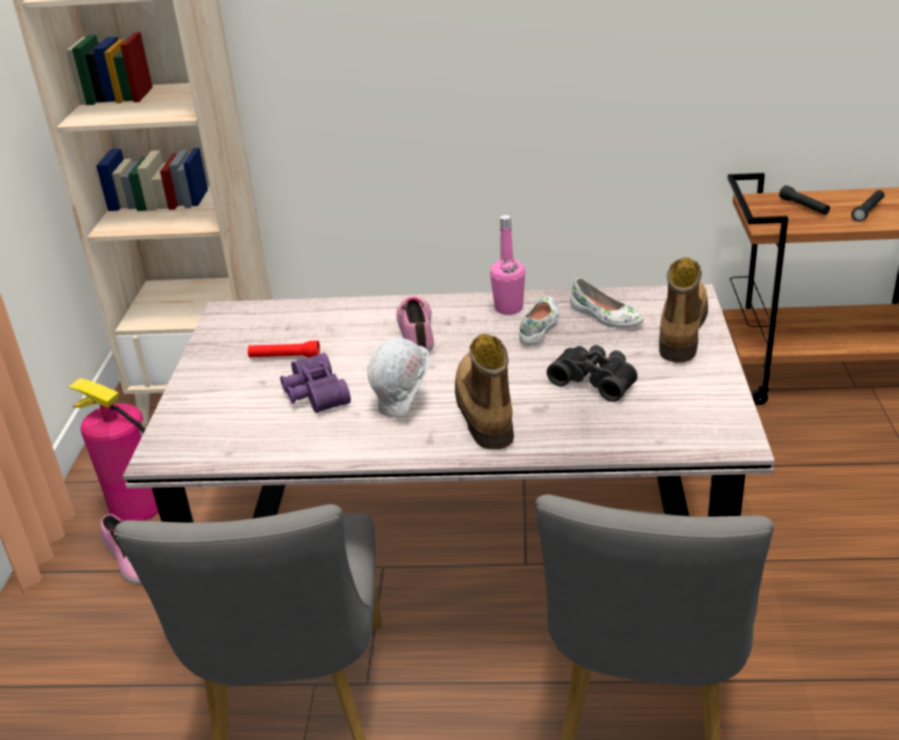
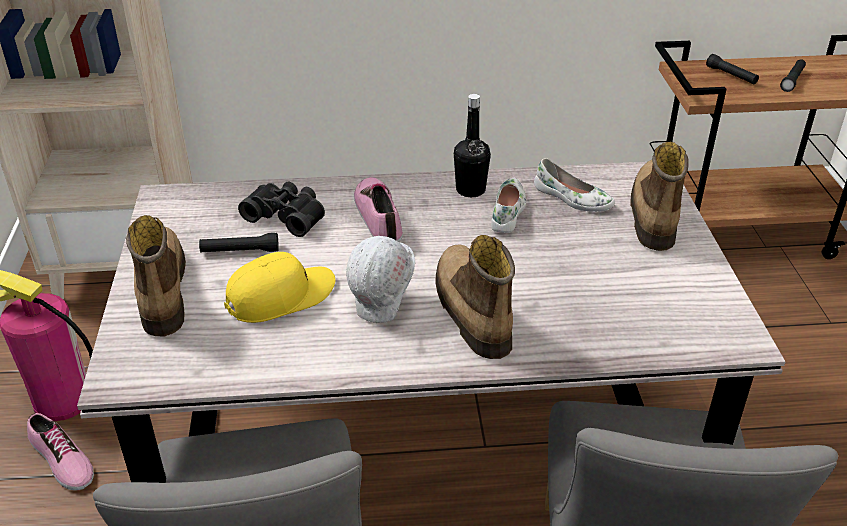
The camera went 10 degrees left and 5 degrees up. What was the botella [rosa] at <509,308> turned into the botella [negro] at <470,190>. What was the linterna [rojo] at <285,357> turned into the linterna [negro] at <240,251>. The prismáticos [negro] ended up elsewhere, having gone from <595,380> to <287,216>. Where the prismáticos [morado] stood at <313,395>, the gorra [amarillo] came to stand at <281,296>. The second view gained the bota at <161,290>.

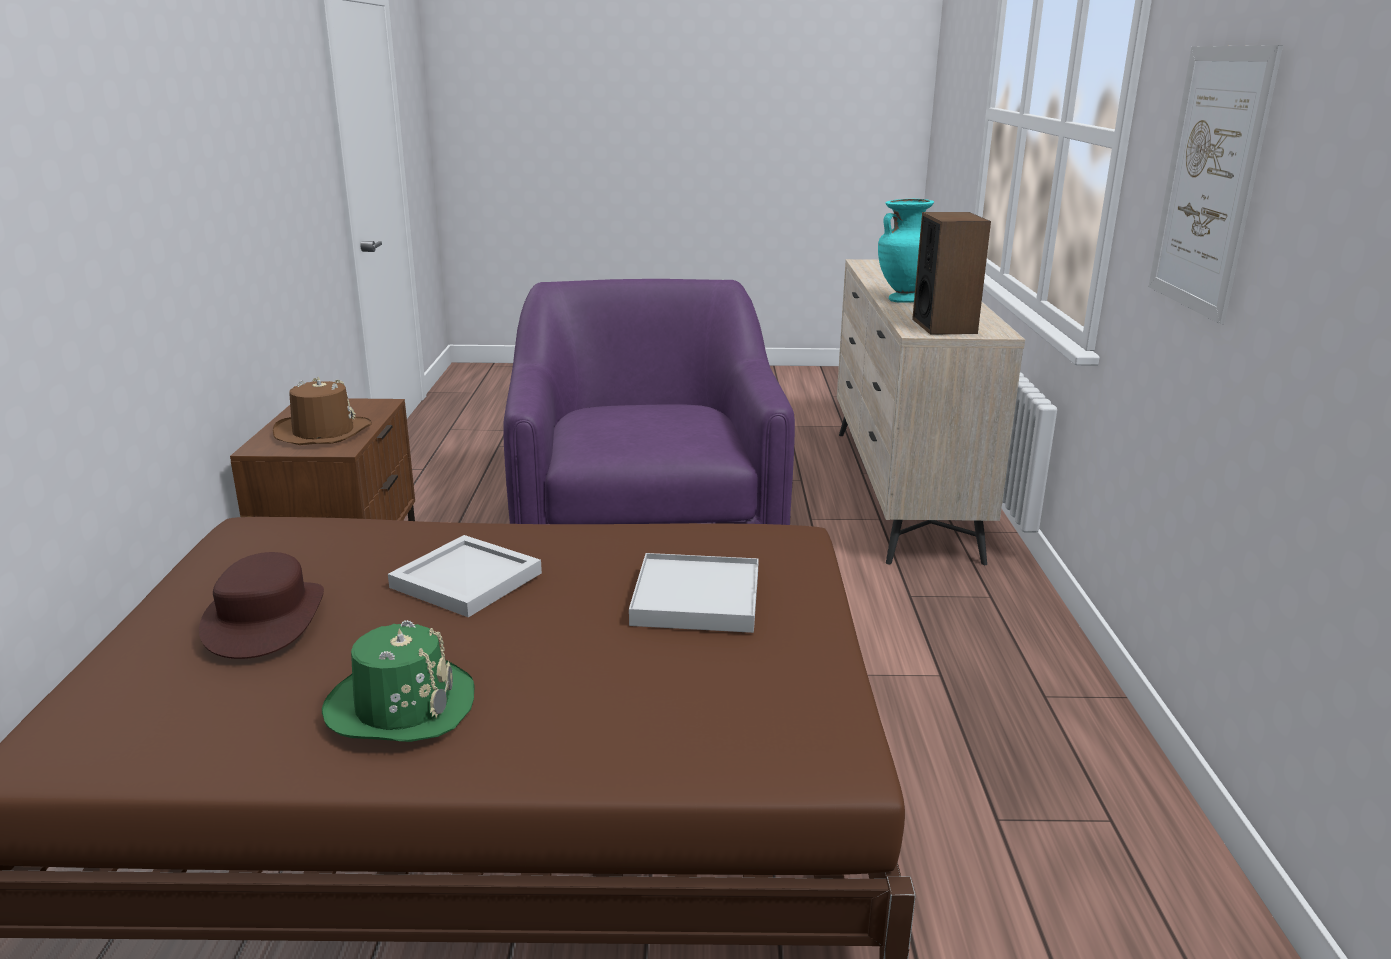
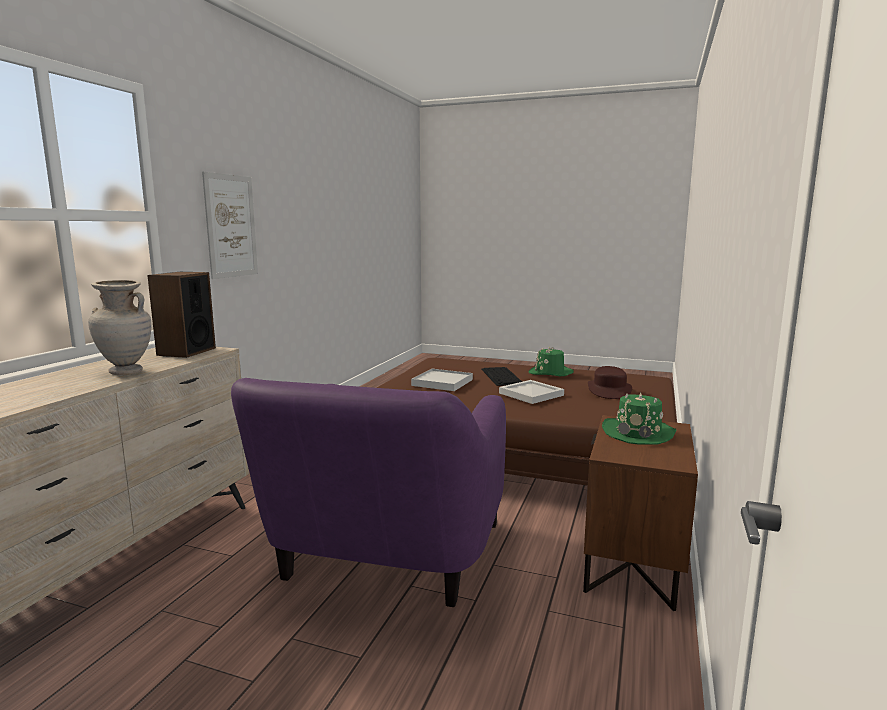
The camera went 160 degrees left and 10 degrees down. What was the florero [turquesa] at <903,300> turned into the florero [beis] at <126,372>. What was the sombrero [marrón] at <322,432> turned into the sombrero [verde] at <638,433>. The second view gained the teclado at <502,376>.

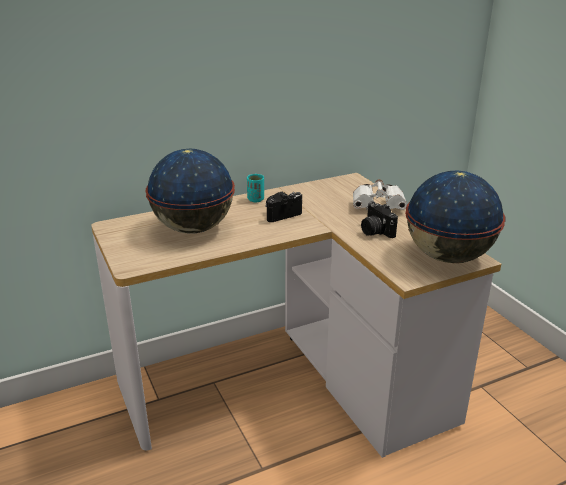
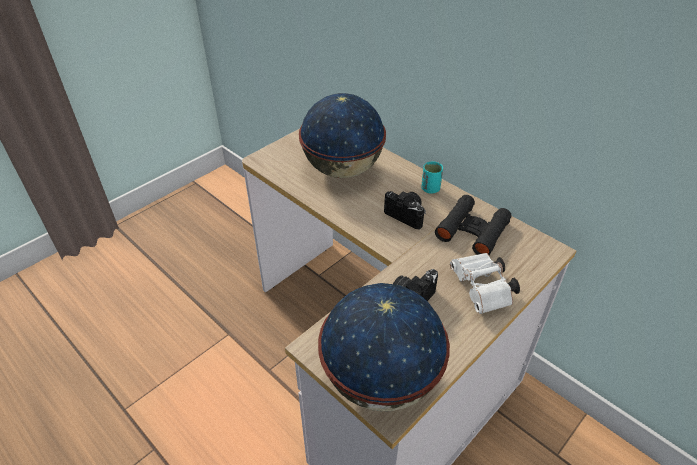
The camera went 70 degrees right and 15 degrees up. The second view gained the prismáticos [negro] at <472,230>.

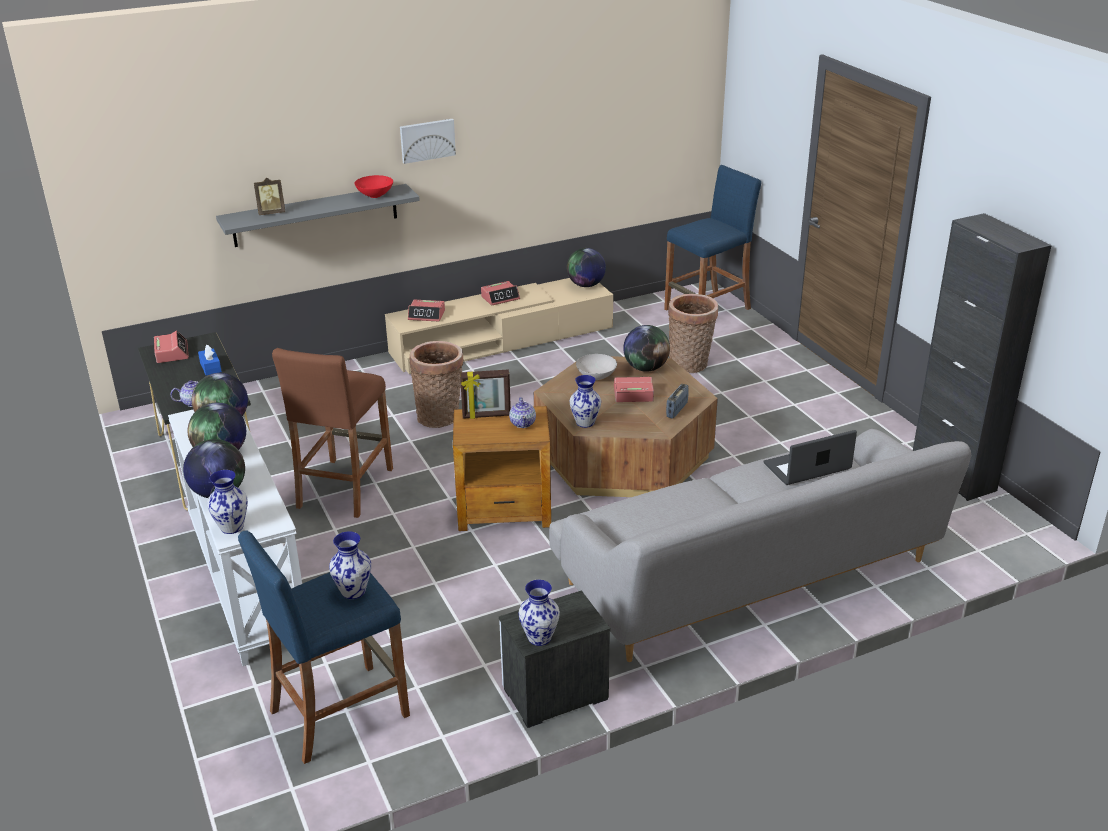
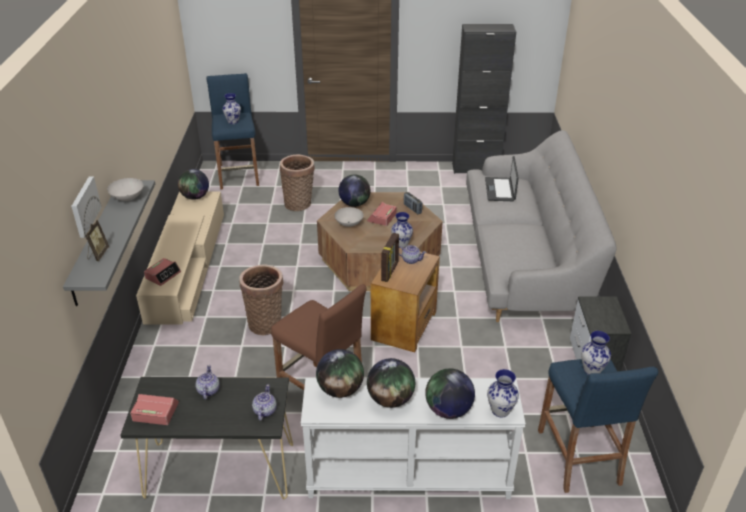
The camera went 65 degrees left and 5 degrees up. The cuadro ended up elsewhere, having gone from <427,140> to <84,206>. What was the cuenco [rojo] at <375,196> turned into the cuenco [blanco] at <128,198>. The second view lost the despertador at <500,298>. Where the caja de pañuelos [azul] stood at <210,367>, the tetera came to stand at <208,391>. The florero ended up elsewhere, having gone from <540,638> to <233,121>.

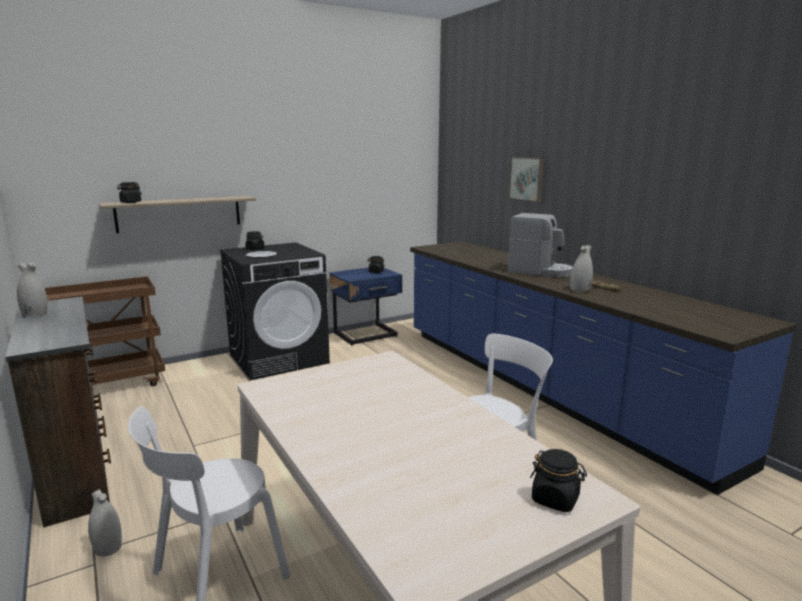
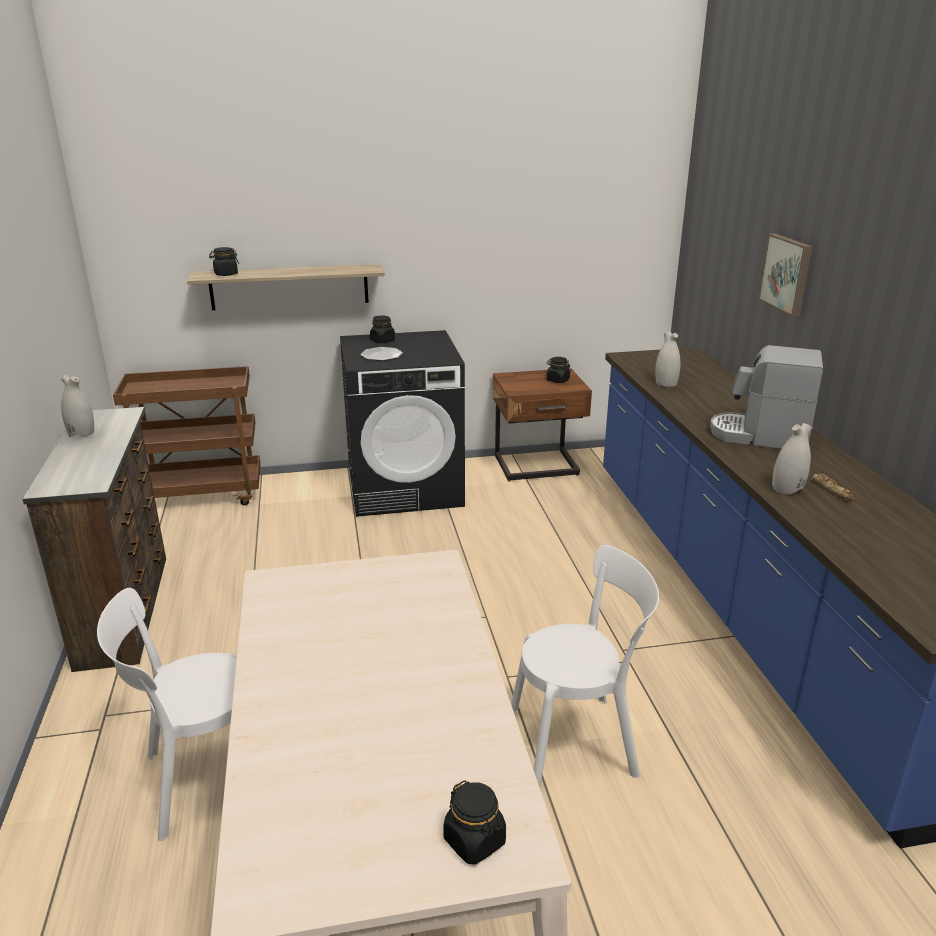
The camera went 20 degrees right and 10 degrees up. The cafetera at <540,271> ended up facing another way, 150 degrees clockwise from before. What was the mesita de noche [azul] at <366,335> turned into the mesita de noche [marrón] at <537,467>. The florero [blanco] ended up elsewhere, having gone from <108,547> to <666,383>.

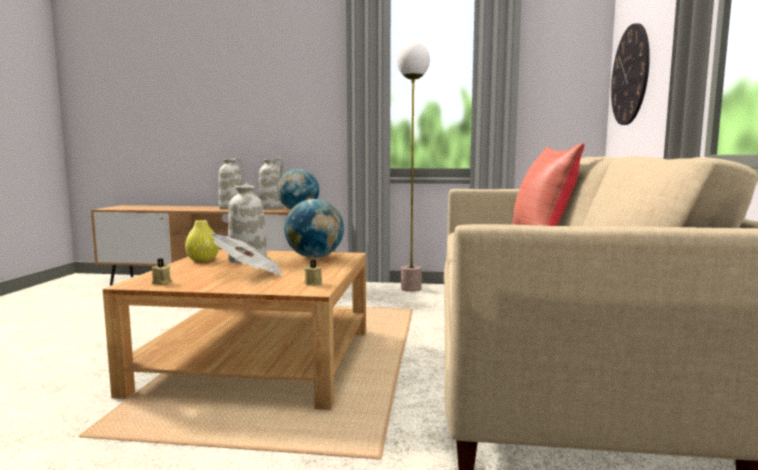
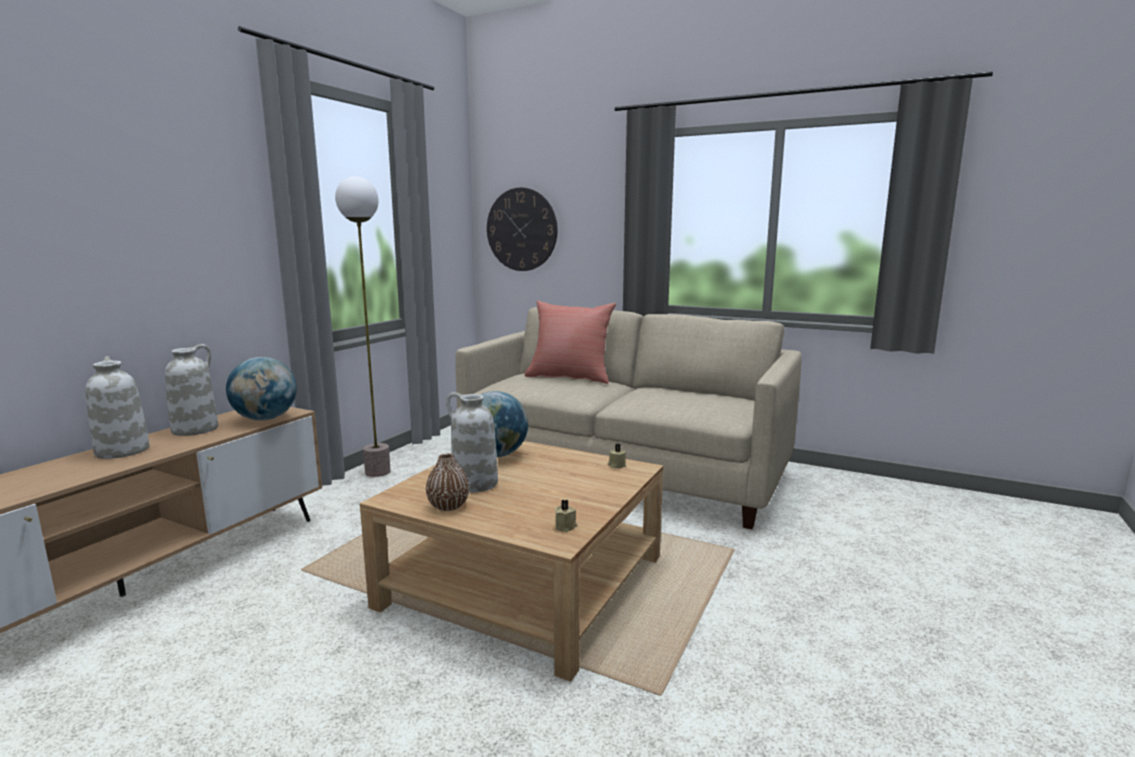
The camera went 70 degrees left and 5 degrees up. What was the florero [amarillo] at <203,260> turned into the florero [marrón] at <448,506>. The second view lost the periódico at <249,273>.

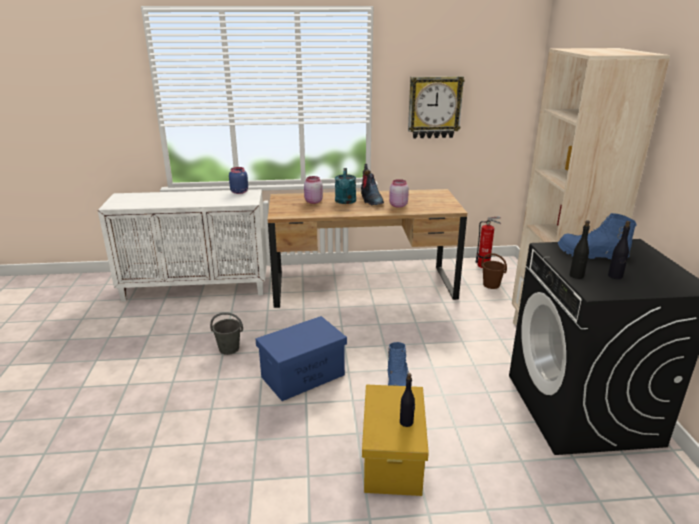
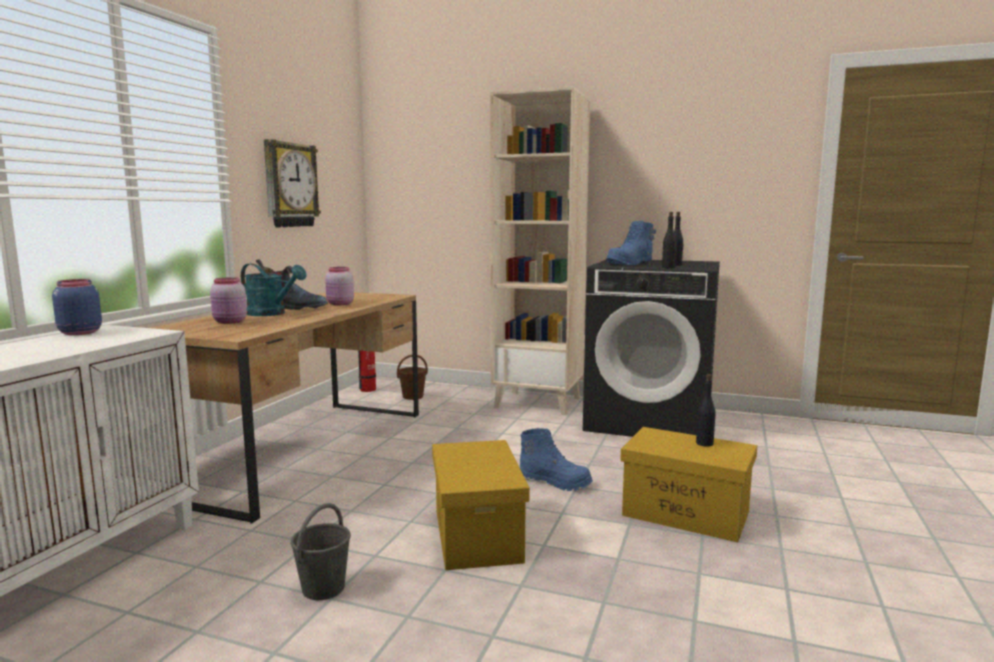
The camera went 65 degrees left and 15 degrees down. What was the caja de almacenaje [azul] at <303,375> turned into the caja de almacenaje [amarillo] at <476,534>.

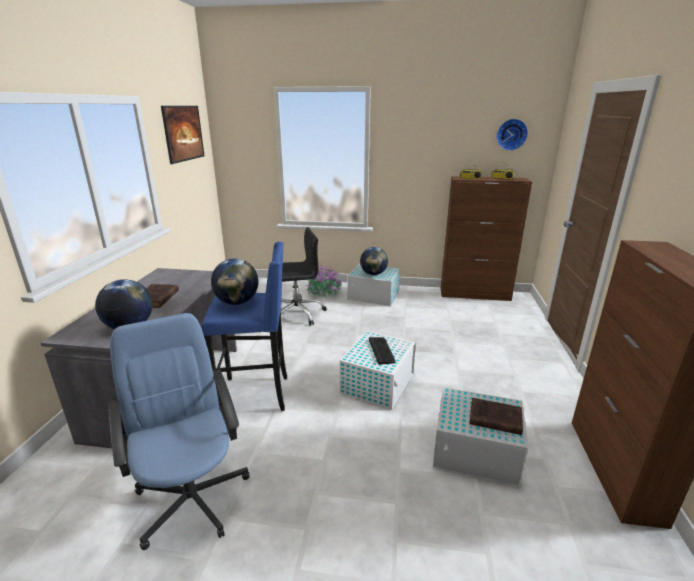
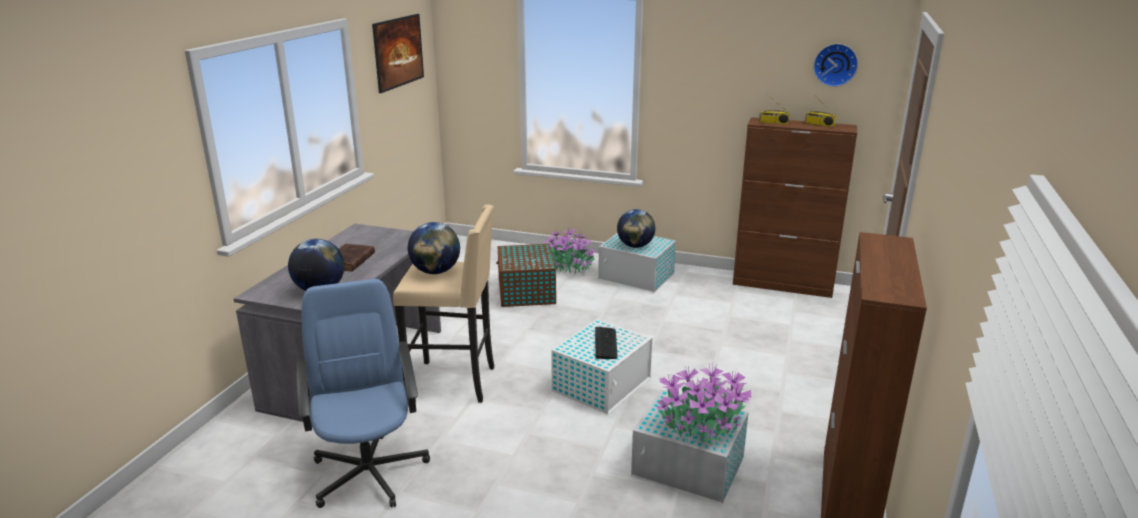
The camera went 10 degrees right and 0 degrees up. Where the silla de oficina [negro] stood at <297,313>, the caja de almacenaje [marrón] came to stand at <526,292>. What was the taburete [azul] at <256,395> turned into the taburete [beis] at <454,383>. Where the libro [marrón] stood at <493,418>, the planta en maceta came to stand at <703,426>.

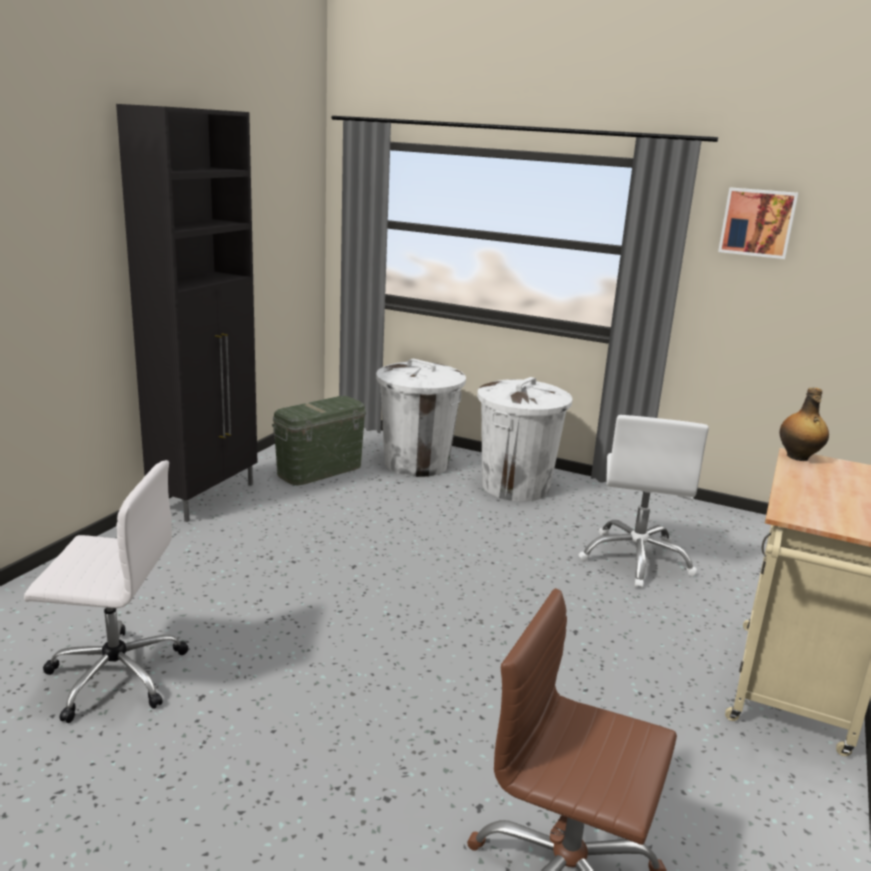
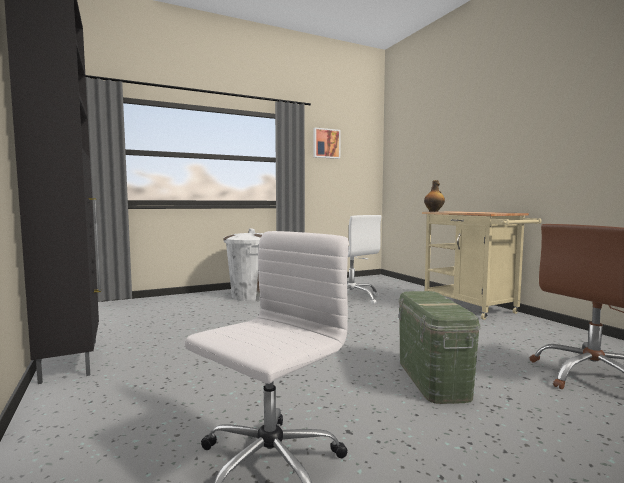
The camera went 50 degrees left and 15 degrees down. The second view lost the papelera [blanco] at <416,464>. The caja de almacenaje [verde] ended up elsewhere, having gone from <320,470> to <433,379>.

